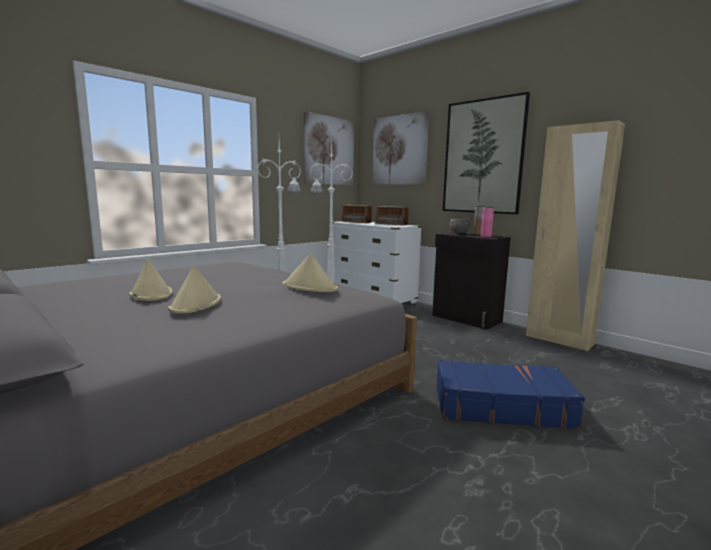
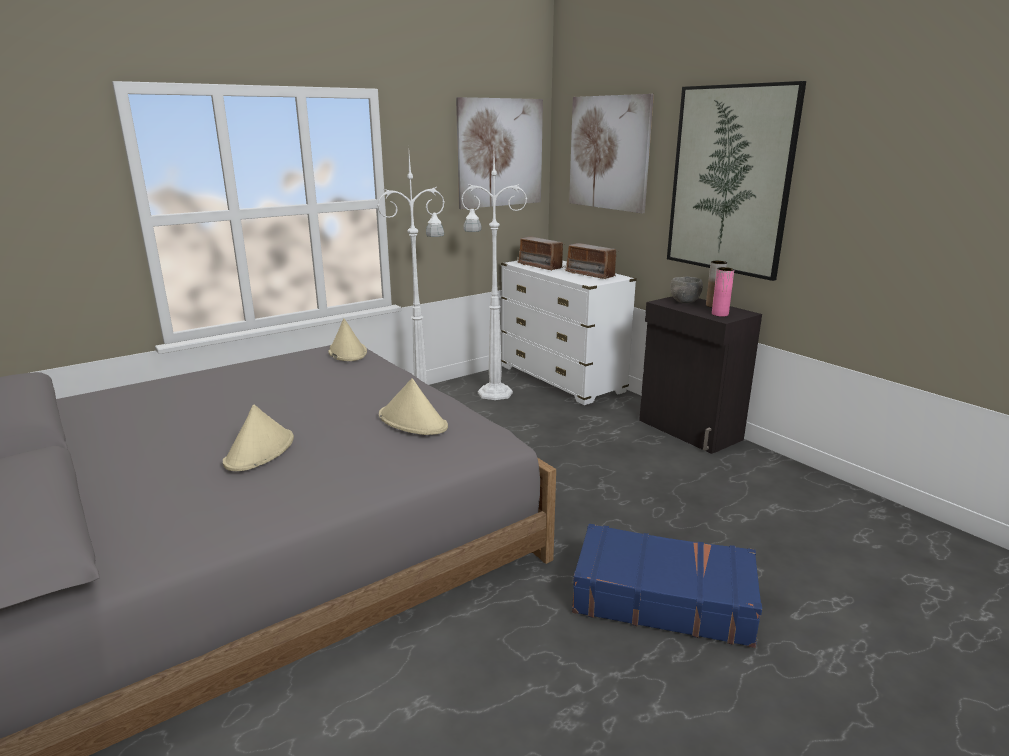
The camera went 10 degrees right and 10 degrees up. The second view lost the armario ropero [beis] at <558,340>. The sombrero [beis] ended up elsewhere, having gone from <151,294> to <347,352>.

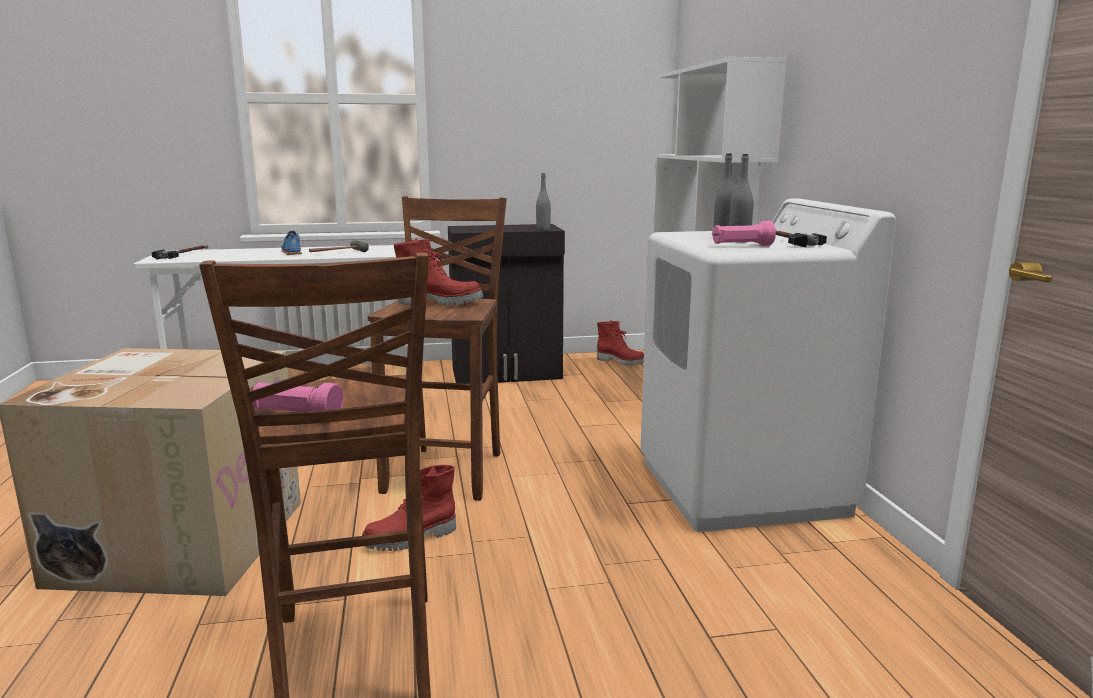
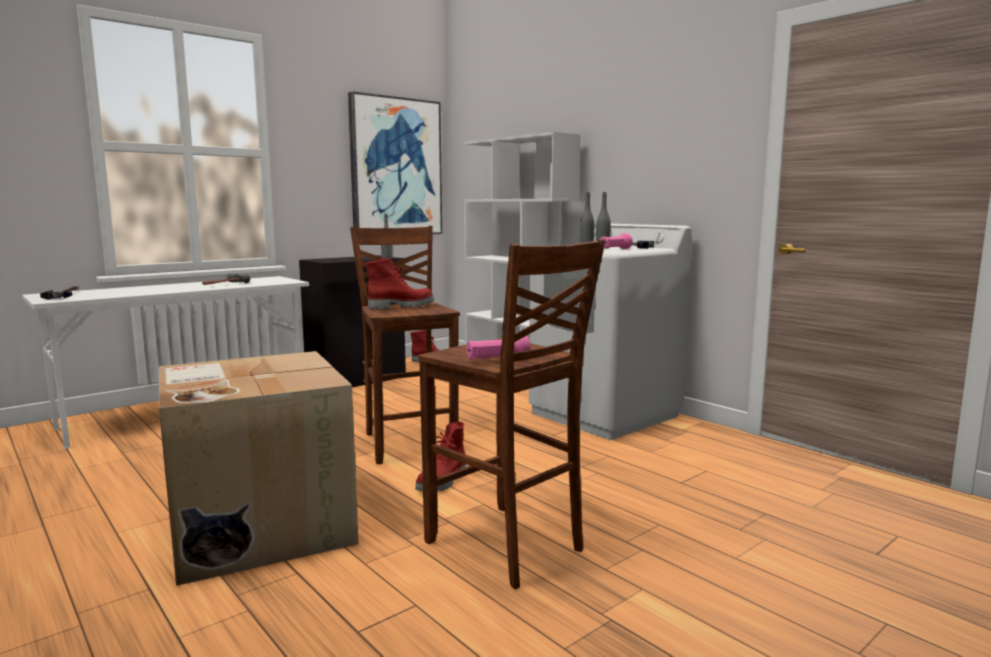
The camera went 30 degrees left and 5 degrees down. The second view lost the zapato [azul] at <291,252>. The second view gained the cuadro at <395,167>.

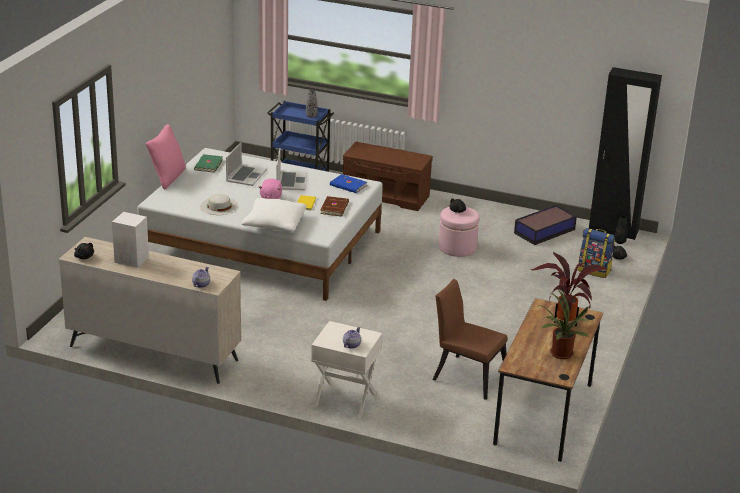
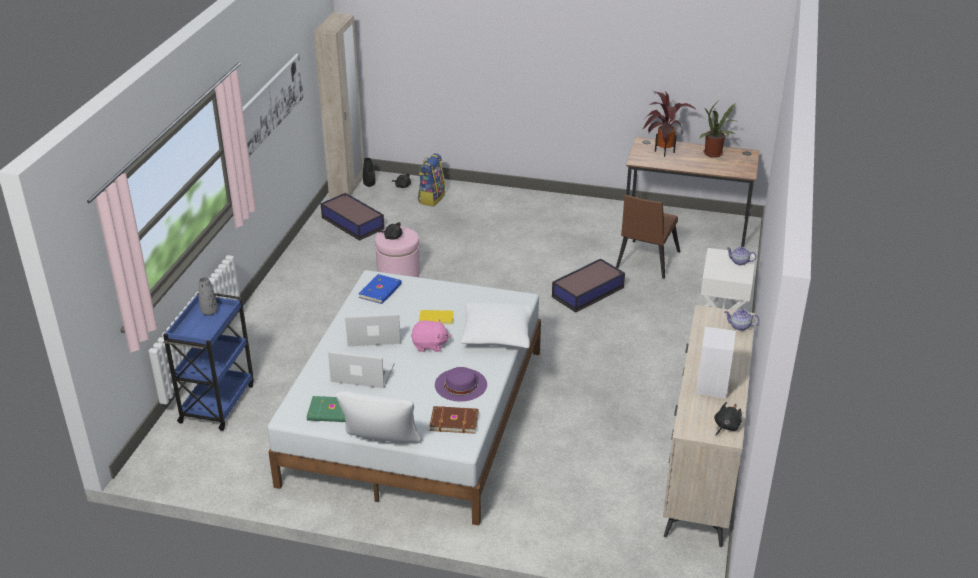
The camera went 95 degrees left and 5 degrees up. What was the armario ropero [negro] at <613,231> turned into the armario ropero [beis] at <347,187>. What was the cojín [rosa] at <167,178> turned into the cojín [blanco] at <381,445>. The second view lost the banco [marrón] at <387,195>. What was the sombrero [blanco] at <219,206> turned into the sombrero [morado] at <460,384>. The libro [marrón] ended up elsewhere, having gone from <335,208> to <453,421>. The second view gained the cuadro at <270,104>. The second view gained the caja de almacenaje at <589,292>.

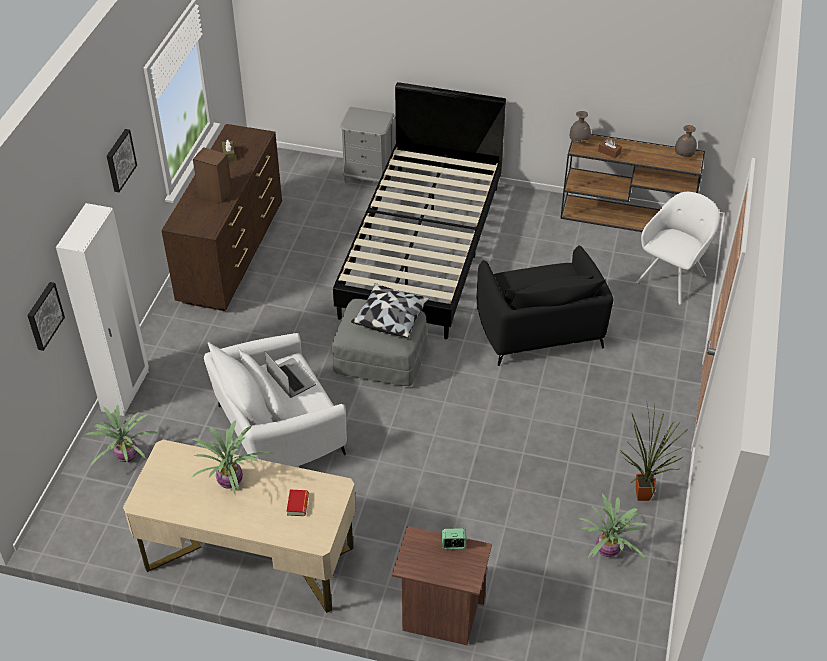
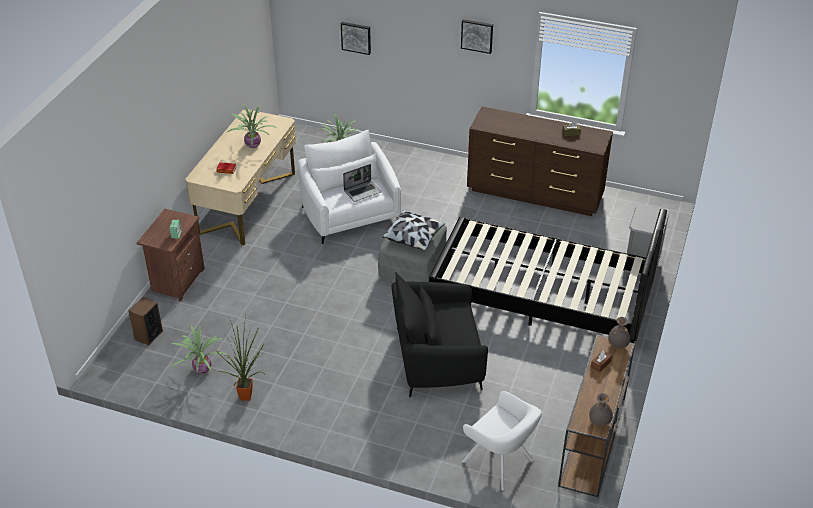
The camera went 95 degrees right and 5 degrees down. The altavoz ended up elsewhere, having gone from <215,194> to <148,335>. The second view lost the armario ropero [blanco] at <126,391>.

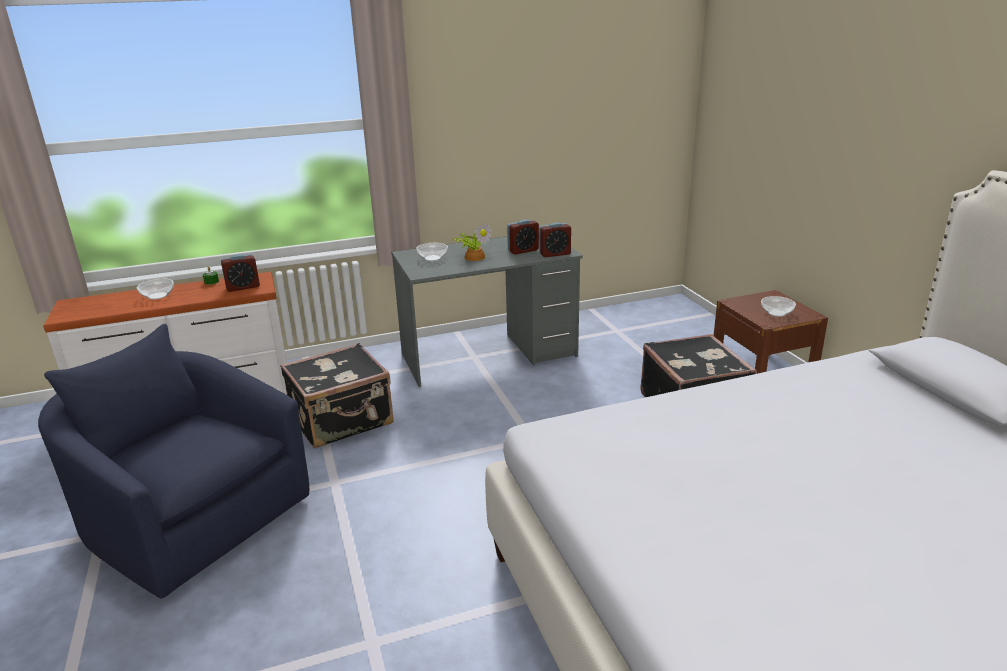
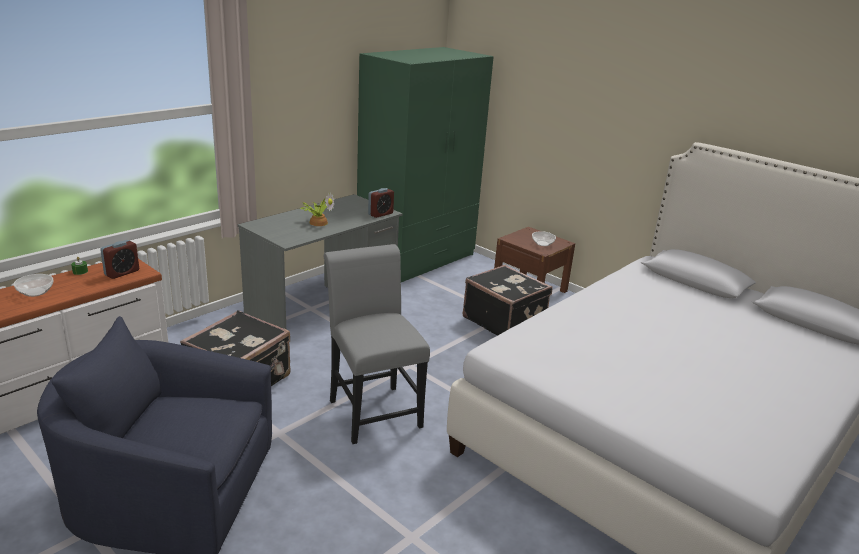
The camera went 30 degrees left and 0 degrees up. The second view lost the despertador at <523,250>. The second view lost the cuenco at <433,258>. The second view gained the armario ropero [verde] at <417,259>. The second view gained the silla [gris] at <372,409>.

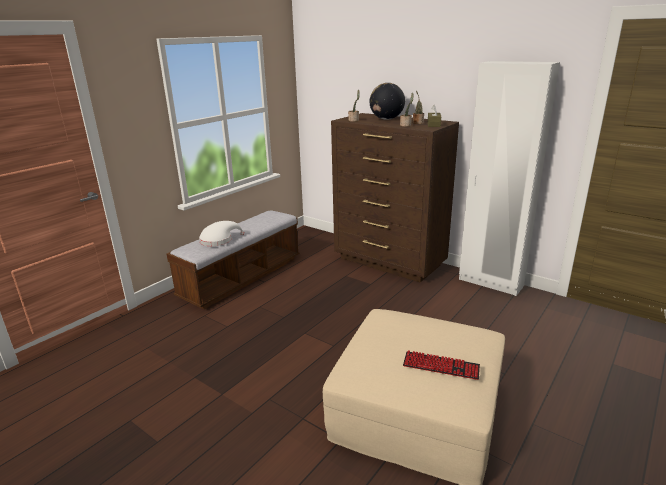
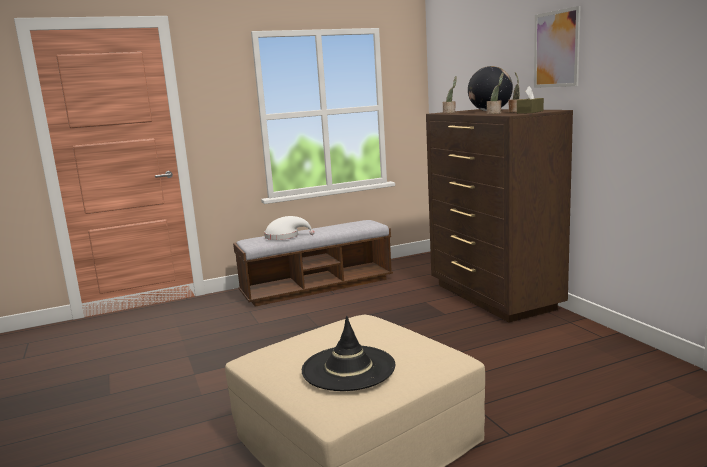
The camera went 30 degrees right and 10 degrees down. The second view lost the armario ropero [blanco] at <490,283>. Where the teclado stood at <441,366>, the sombrero [negro] came to stand at <348,368>. The second view gained the cuadro at <556,49>.

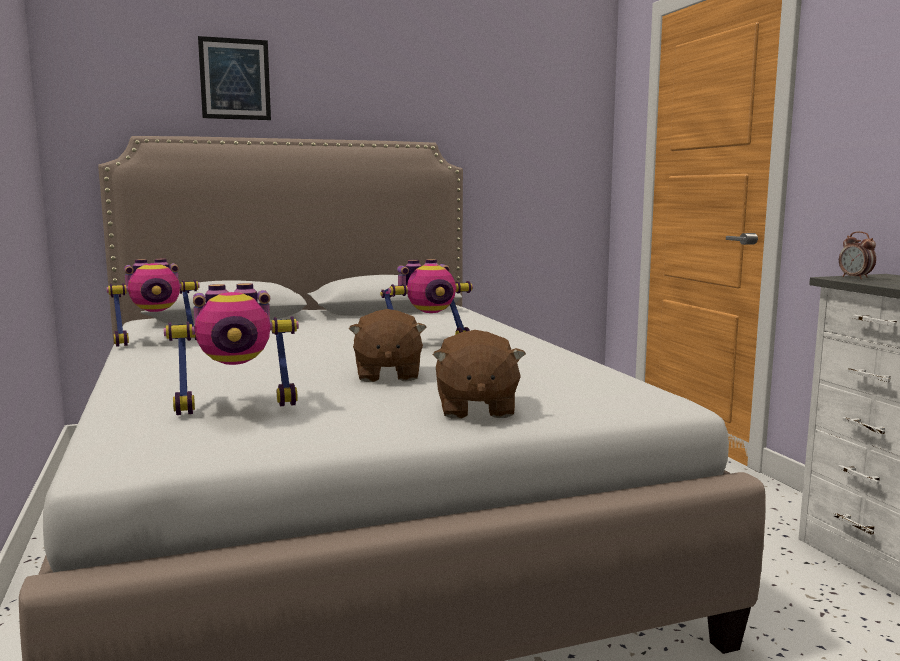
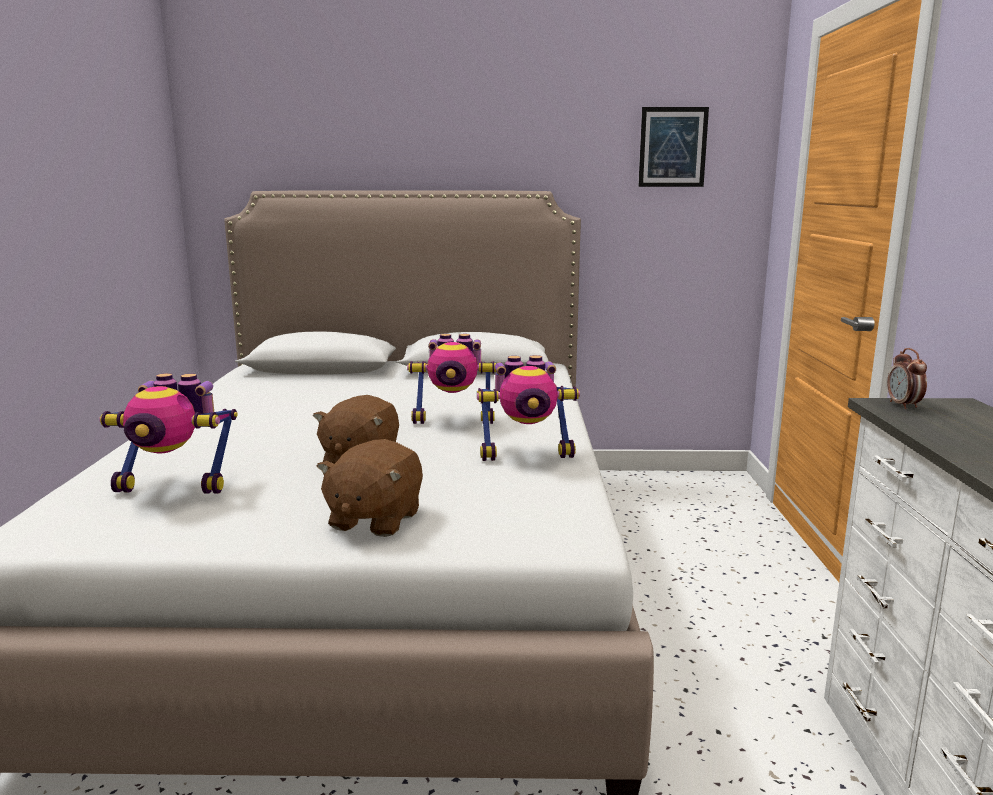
The camera went 20 degrees right and 5 degrees up. The cuadro ended up elsewhere, having gone from <235,79> to <672,147>. The robot de juguete ended up elsewhere, having gone from <157,341> to <526,454>.

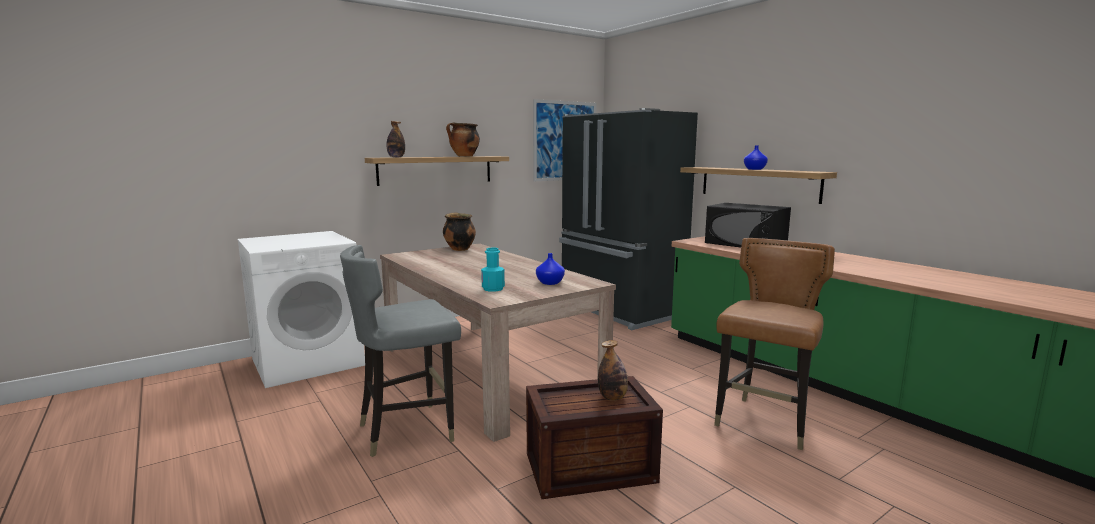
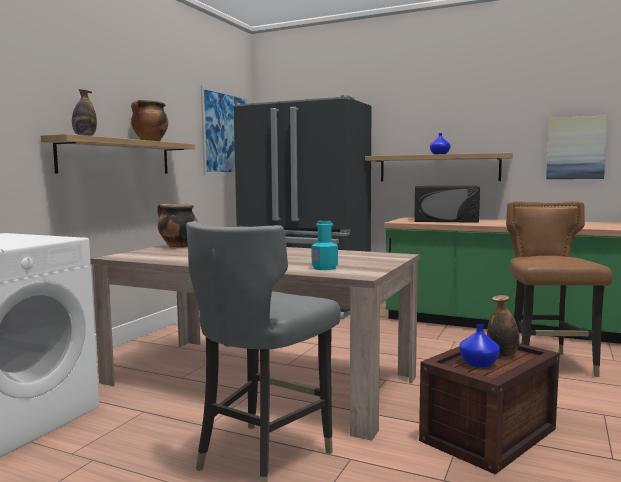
The camera went 30 degrees left and 5 degrees down. The florero [azul] ended up elsewhere, having gone from <550,282> to <478,363>. The second view gained the cuadro at <575,148>.

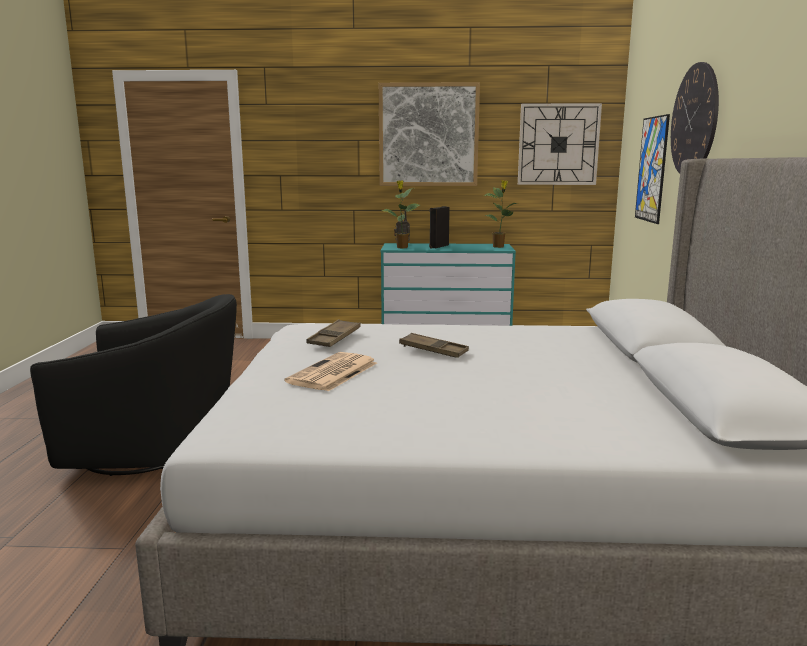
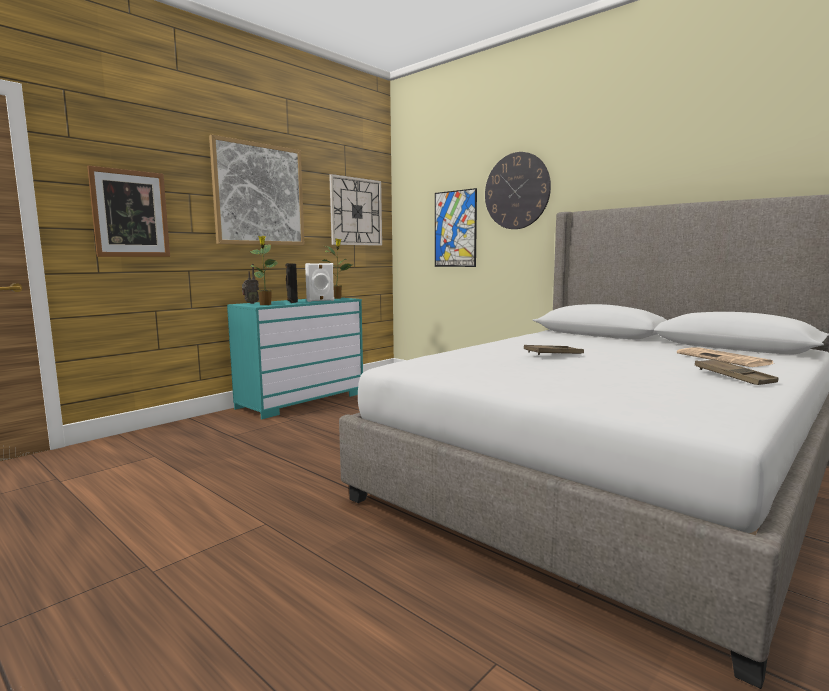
The camera went 50 degrees left and 5 degrees down. The second view lost the sillón [negro] at <154,450>. The bandeja [marrón] ended up elsewhere, having gone from <334,338> to <734,377>. The periódico ended up elsewhere, having gone from <333,373> to <725,359>. The second view gained the cuadro at <130,214>. The second view gained the altavoz [blanco] at <320,301>.

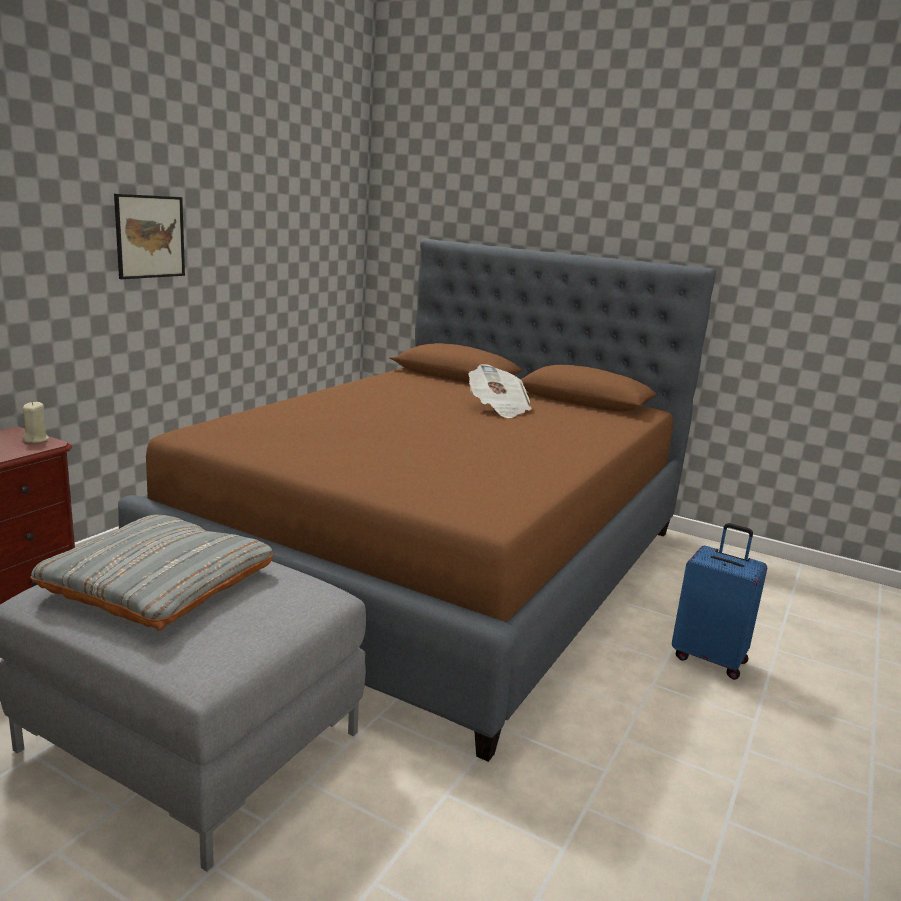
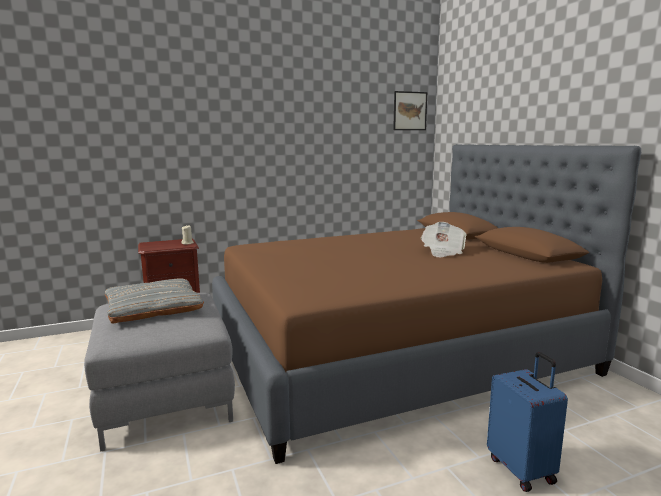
The camera went 40 degrees right and 5 degrees down. The cuadro ended up elsewhere, having gone from <150,236> to <410,111>.

